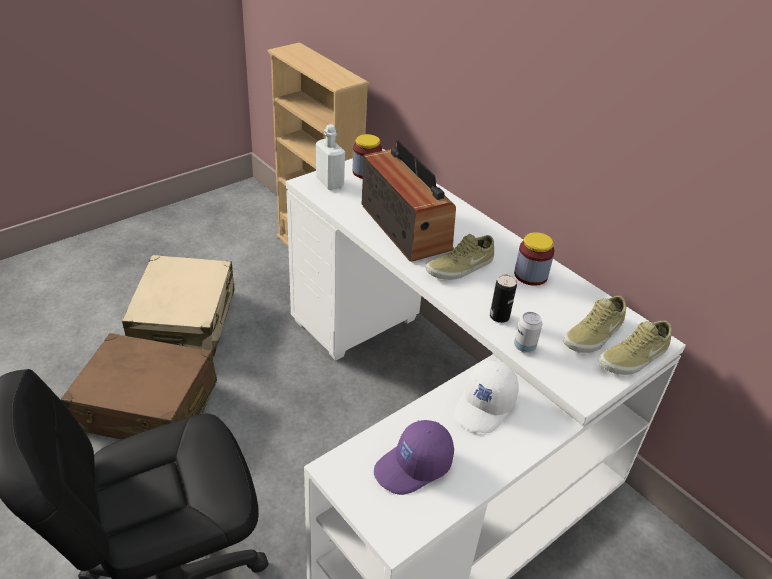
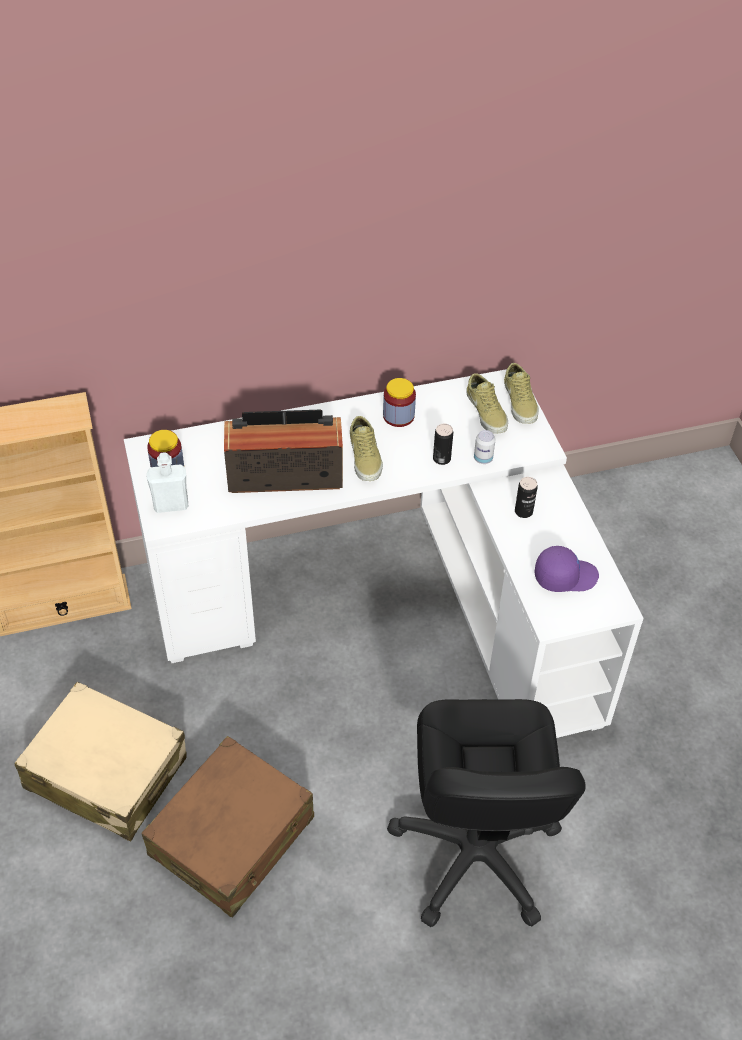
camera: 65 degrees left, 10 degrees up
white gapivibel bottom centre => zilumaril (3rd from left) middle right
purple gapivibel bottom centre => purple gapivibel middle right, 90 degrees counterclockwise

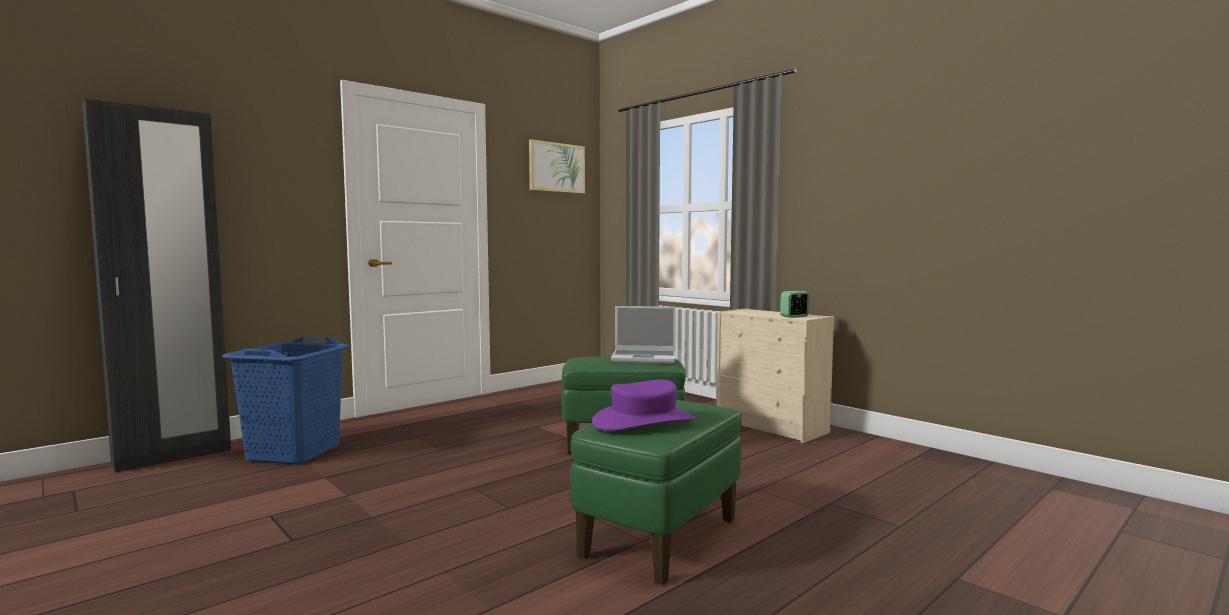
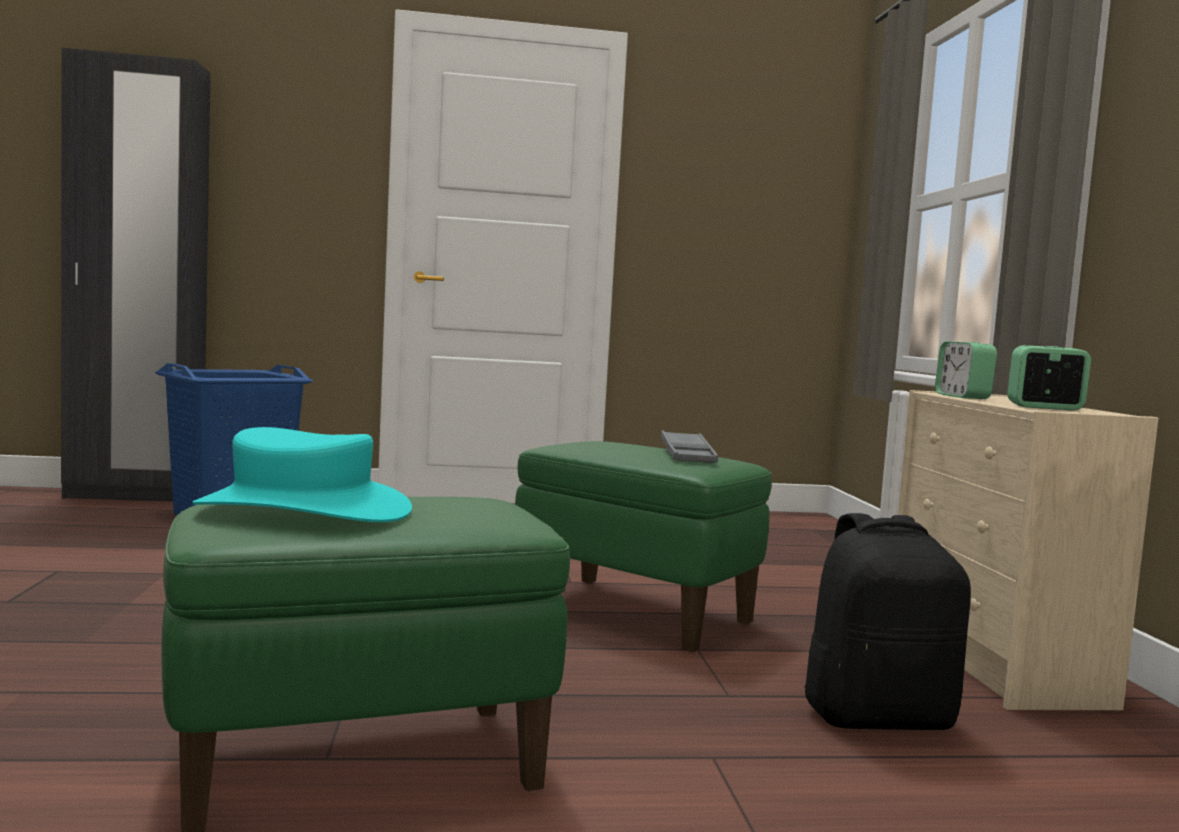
camera: 35 degrees right, 0 degrees up
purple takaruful centre => turquoise takaruful middle left
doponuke centre => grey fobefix centre
nothing => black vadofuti bottom right
nothing => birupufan (1st from left) middle right
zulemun top centre => nothing

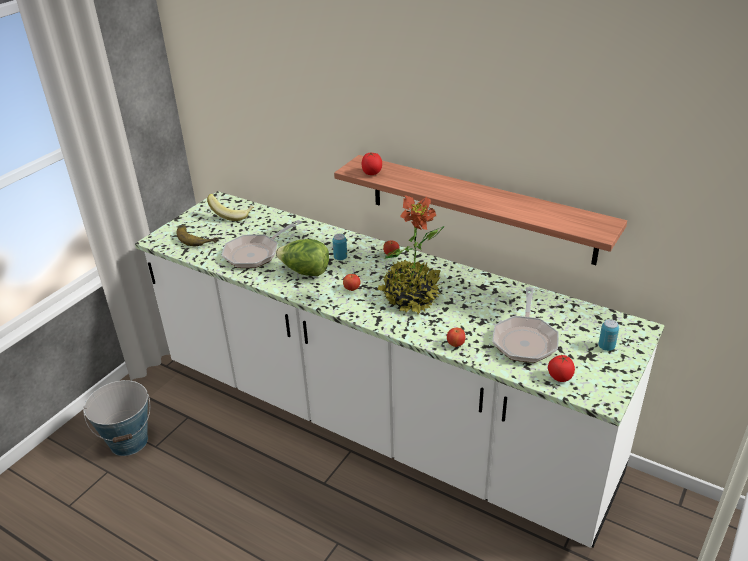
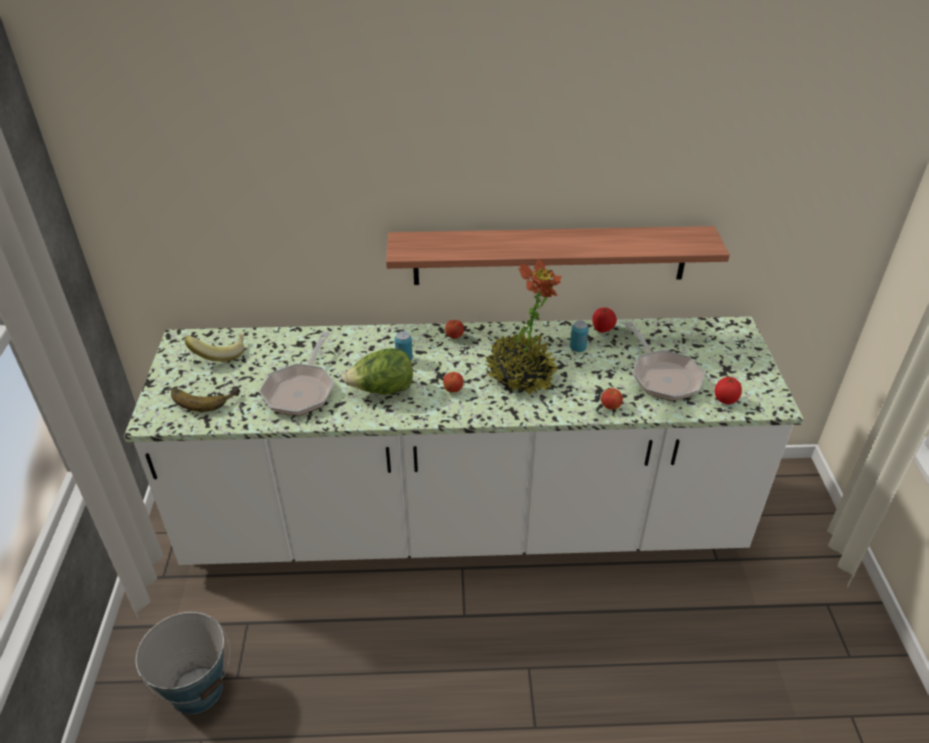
camera: 35 degrees left, 5 degrees up
zilumaril (2nd from left) middle right => zilumaril (2nd from left) centre, moved
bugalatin (1st from left) top centre => bugalatin (1st from left) centre, moved

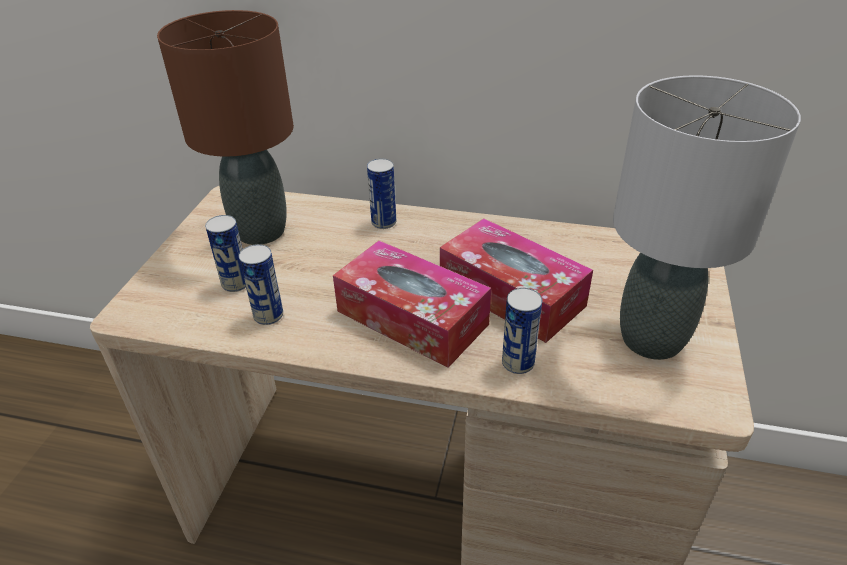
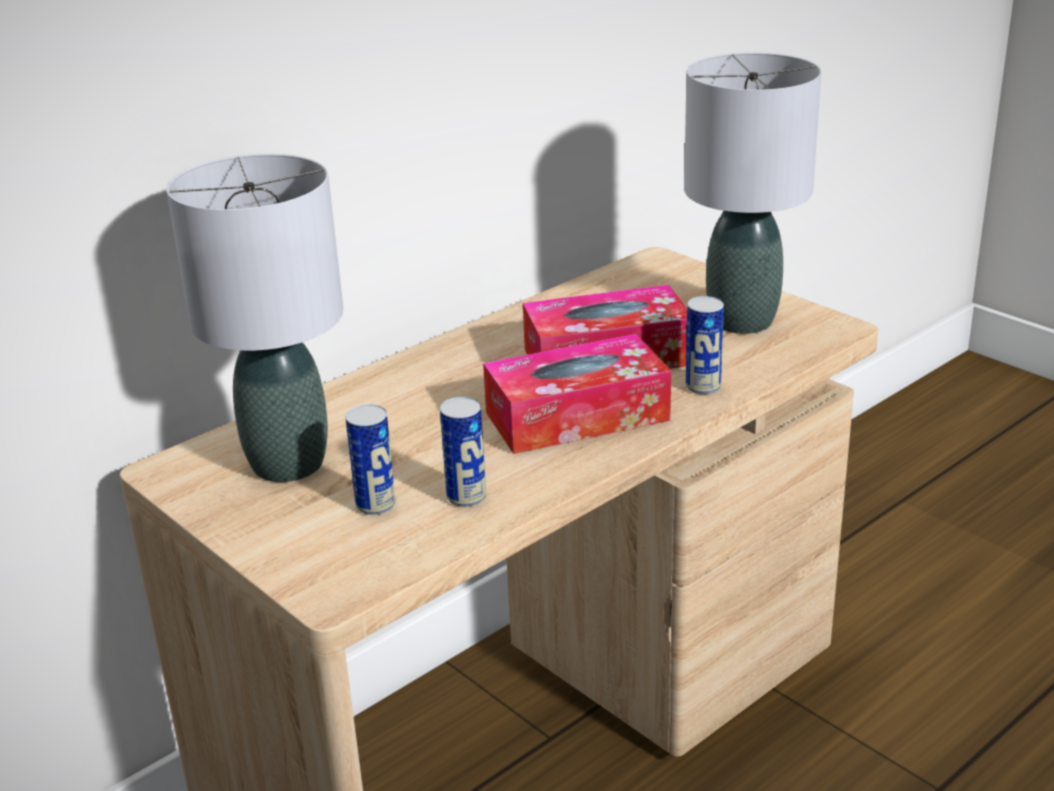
camera: 55 degrees left, 10 degrees down
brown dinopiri top left => grey dinopiri (1st from left) middle left
zilumaril (3rd from left) centre => nothing

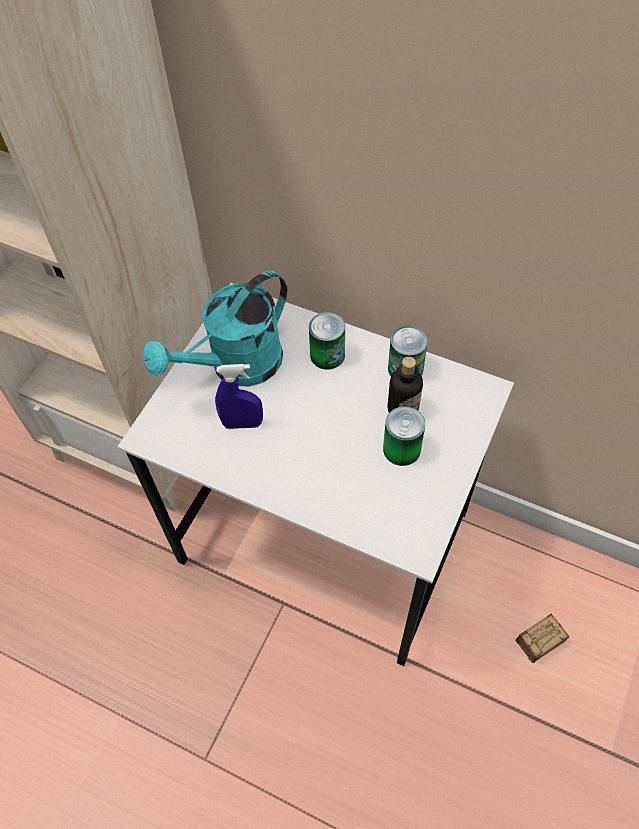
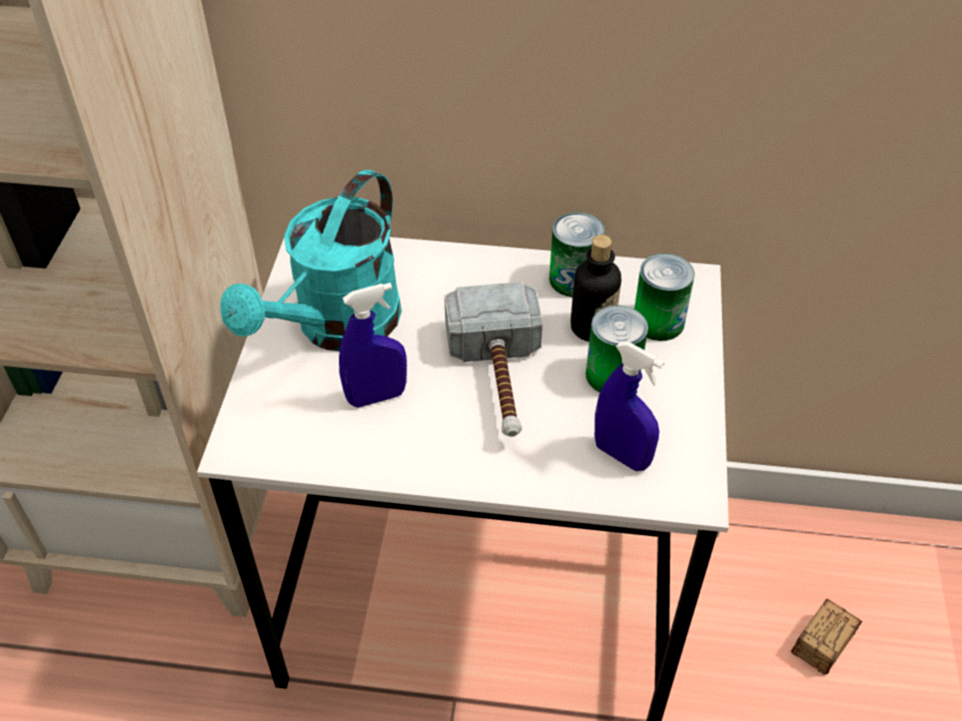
camera: 20 degrees left, 10 degrees down
nothing => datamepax centre
nothing => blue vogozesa (2nd from left) centre
zilumaril (1st from left in the first image) centre => zilumaril (3rd from left) middle right, moved

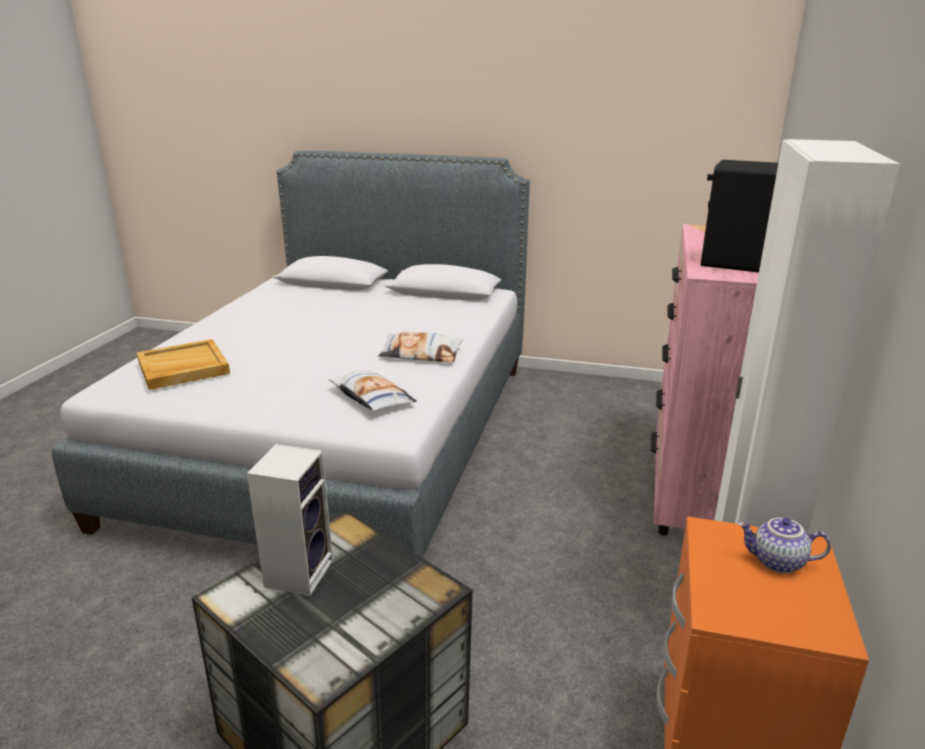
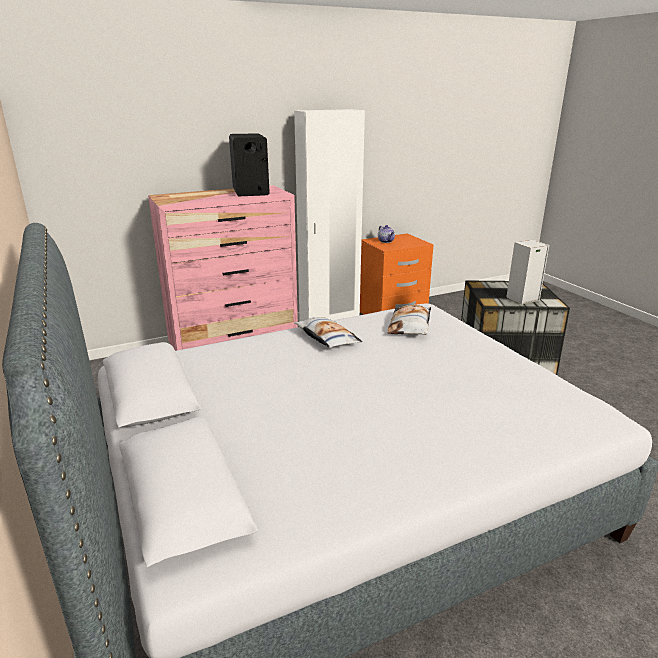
camera: 130 degrees left, 0 degrees up
beige fobefix middle left => nothing

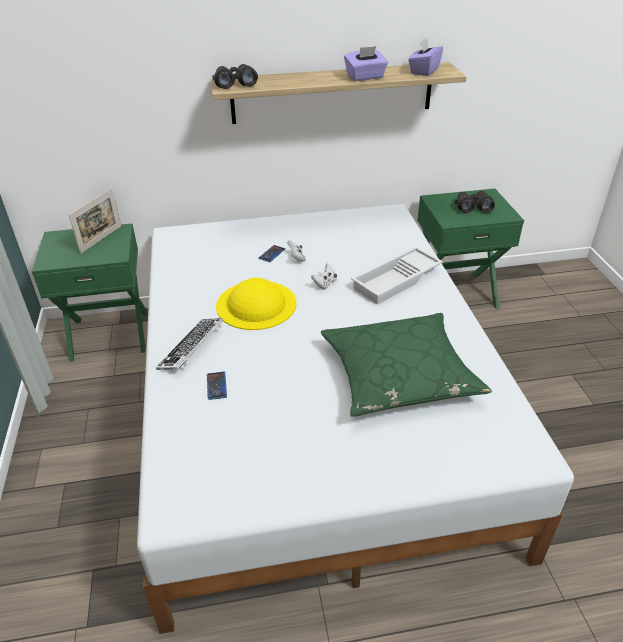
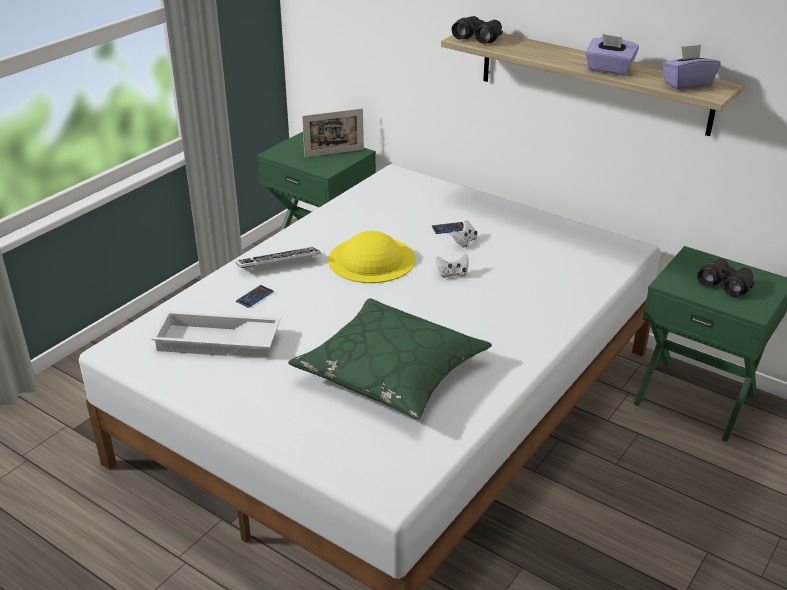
camera: 45 degrees right, 5 degrees down
white fobefix centre => white fobefix middle left, moved

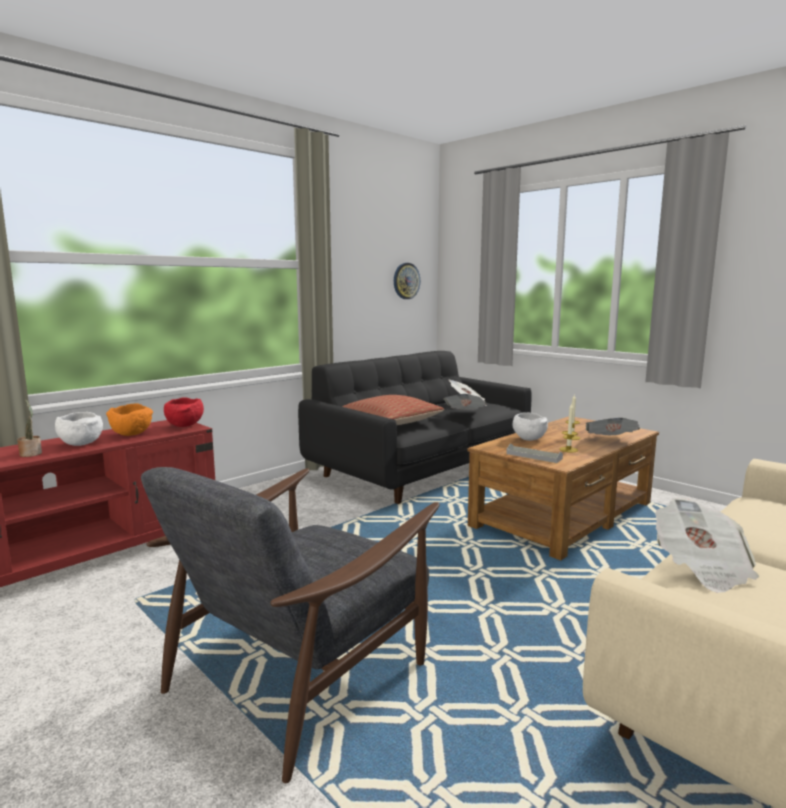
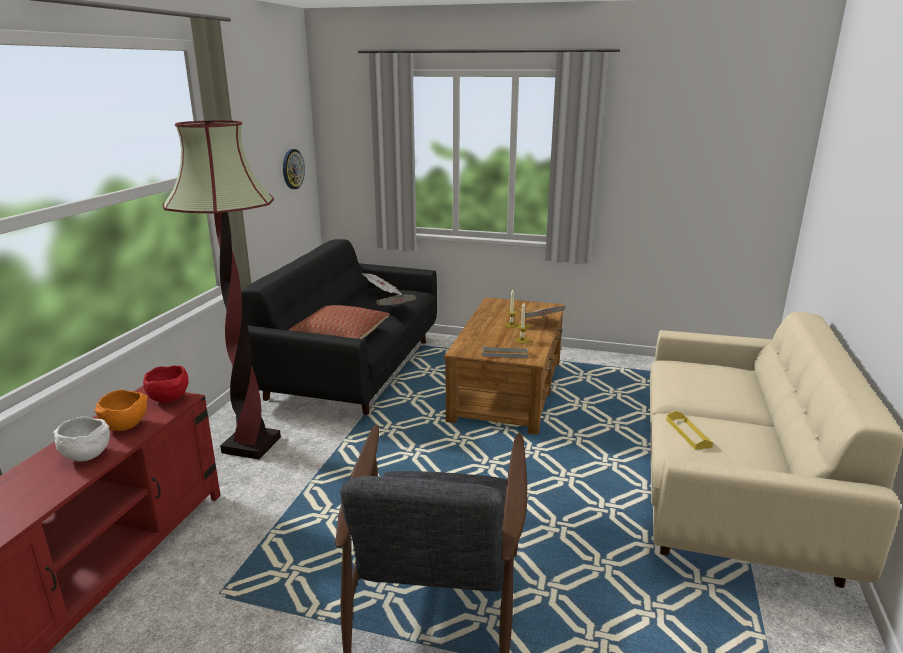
camera: 30 degrees left, 10 degrees up
nothing => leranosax middle left
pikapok (4th from left) bottom right => yellow fobefix middle right
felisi middle left => nothing
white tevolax (2nd from left) middle right => nothing

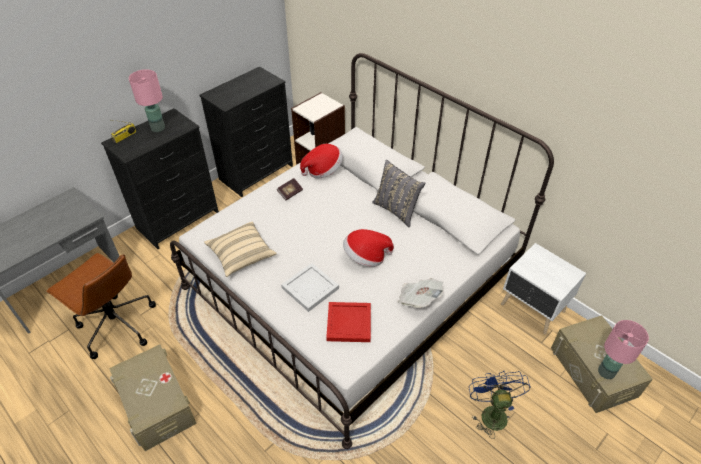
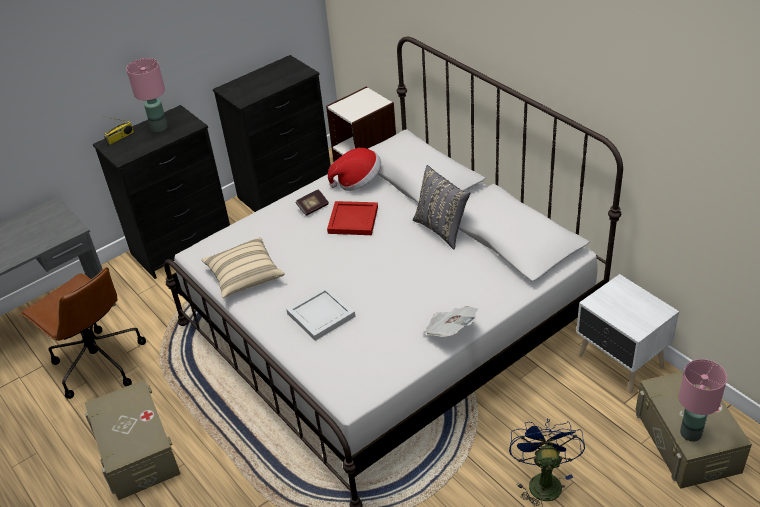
camera: 10 degrees right, 5 degrees down
red fobefix bottom centre => red fobefix centre, moved
takaruful (2nd from left) centre => nothing

